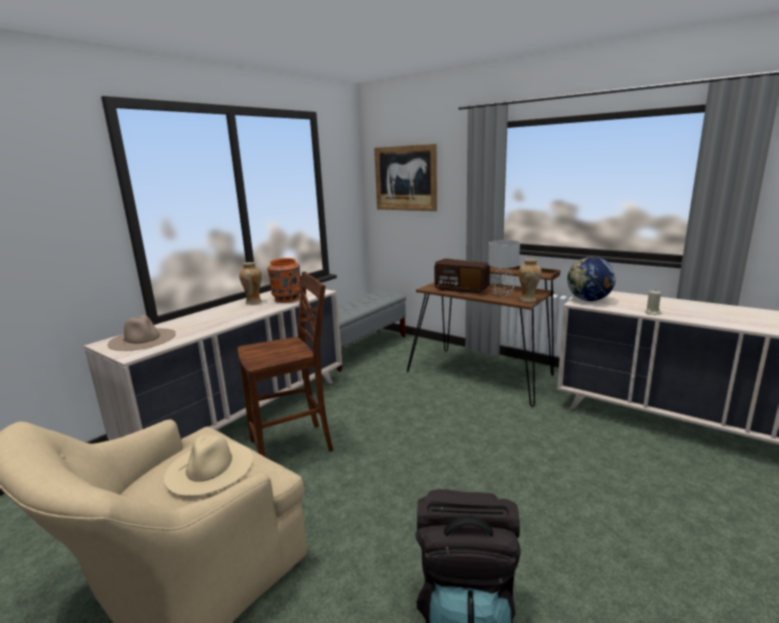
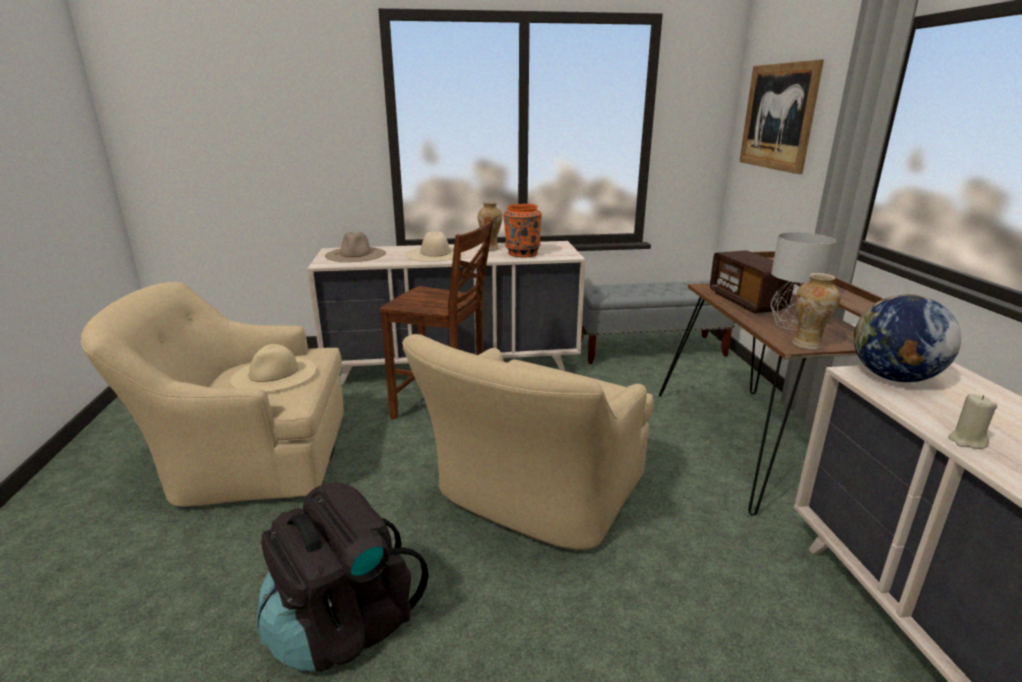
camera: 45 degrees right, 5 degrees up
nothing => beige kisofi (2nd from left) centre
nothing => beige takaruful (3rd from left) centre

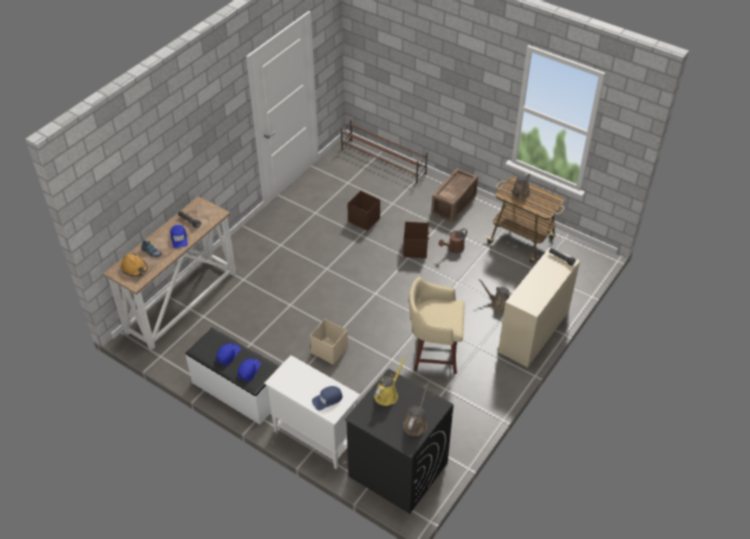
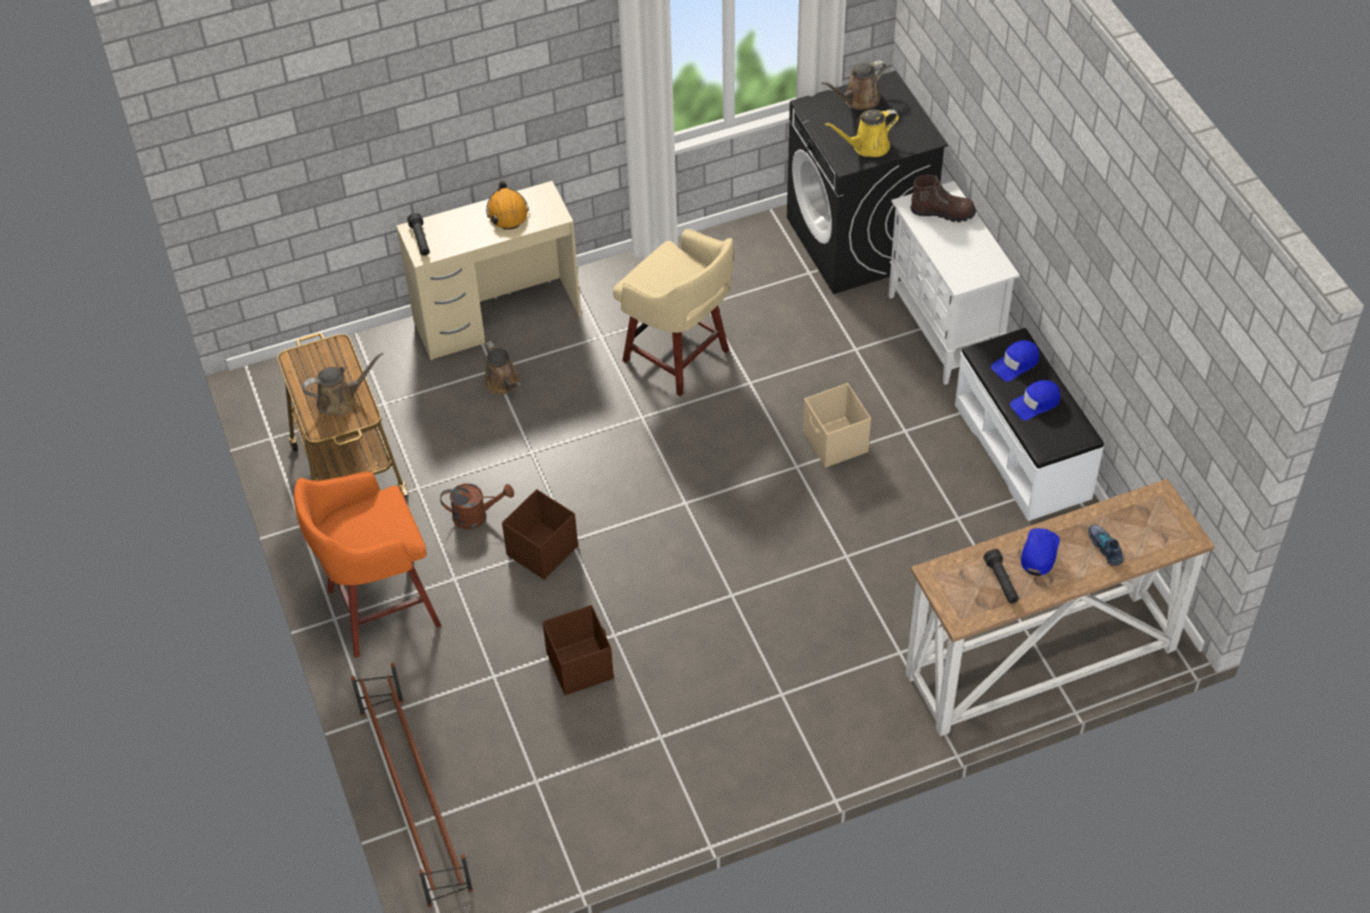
camera: 145 degrees left, 5 degrees up
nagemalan centre => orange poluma middle left
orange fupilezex middle left => orange fupilezex top centre, moved
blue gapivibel (4th from left) bottom centre => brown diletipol top right

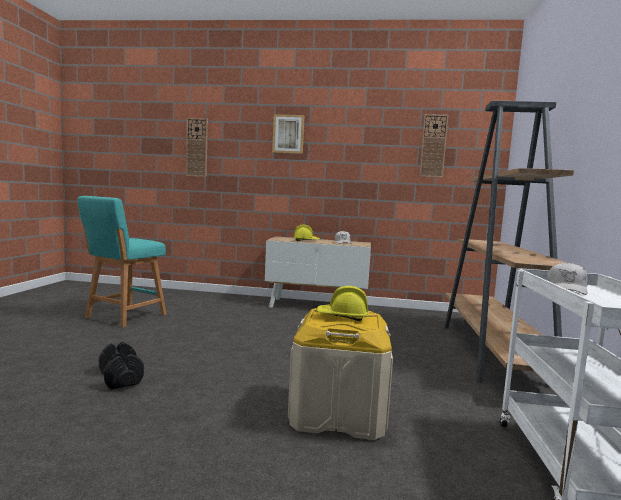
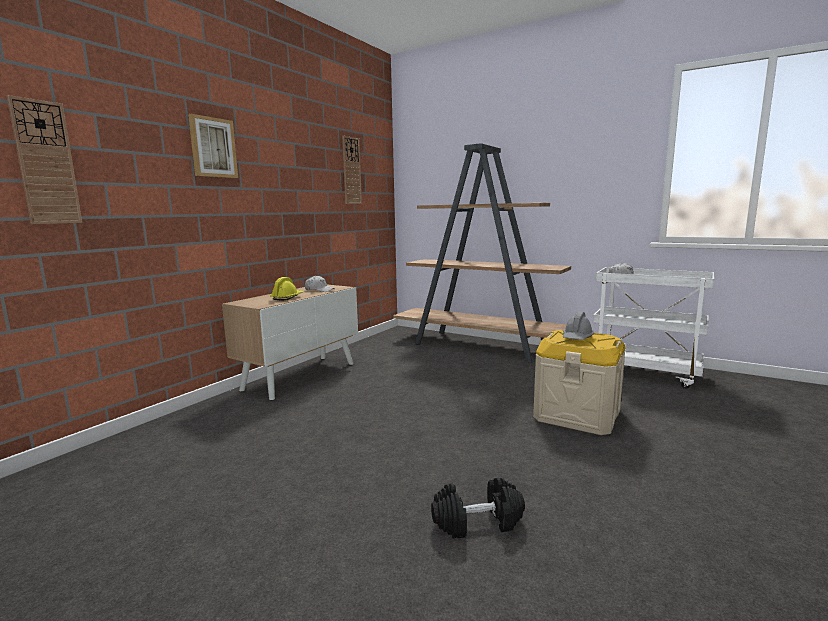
camera: 65 degrees left, 5 degrees up
yellow fupilezex (2nd from left) centre => grey fupilezex middle right
turquoise poluma middle left => nothing

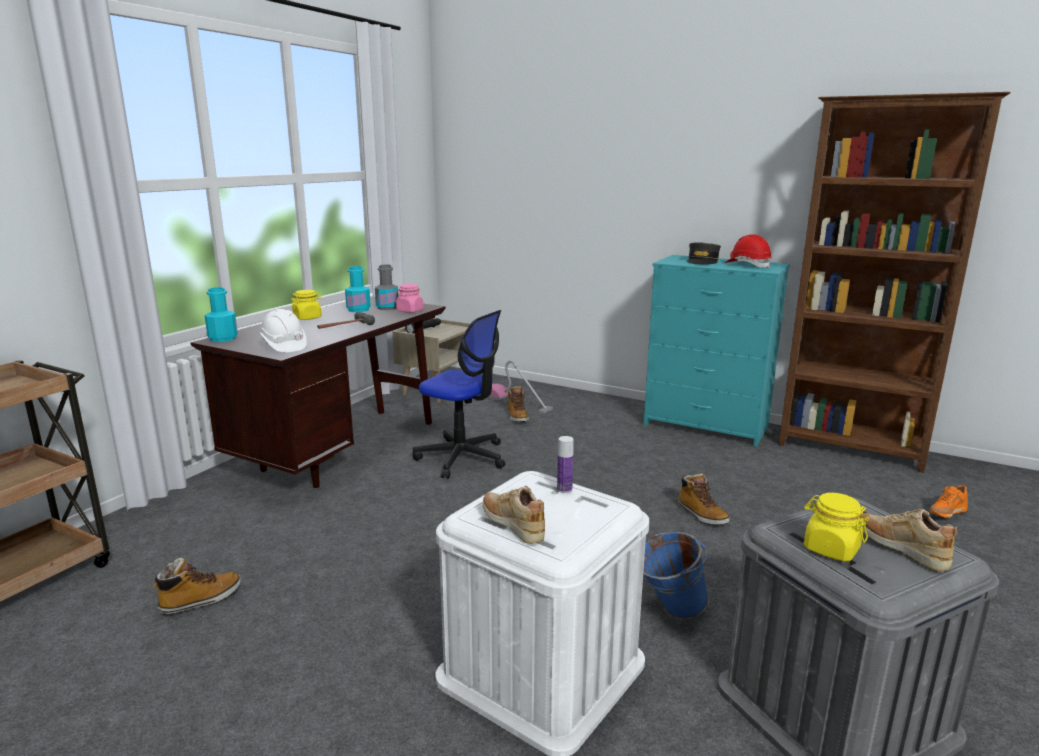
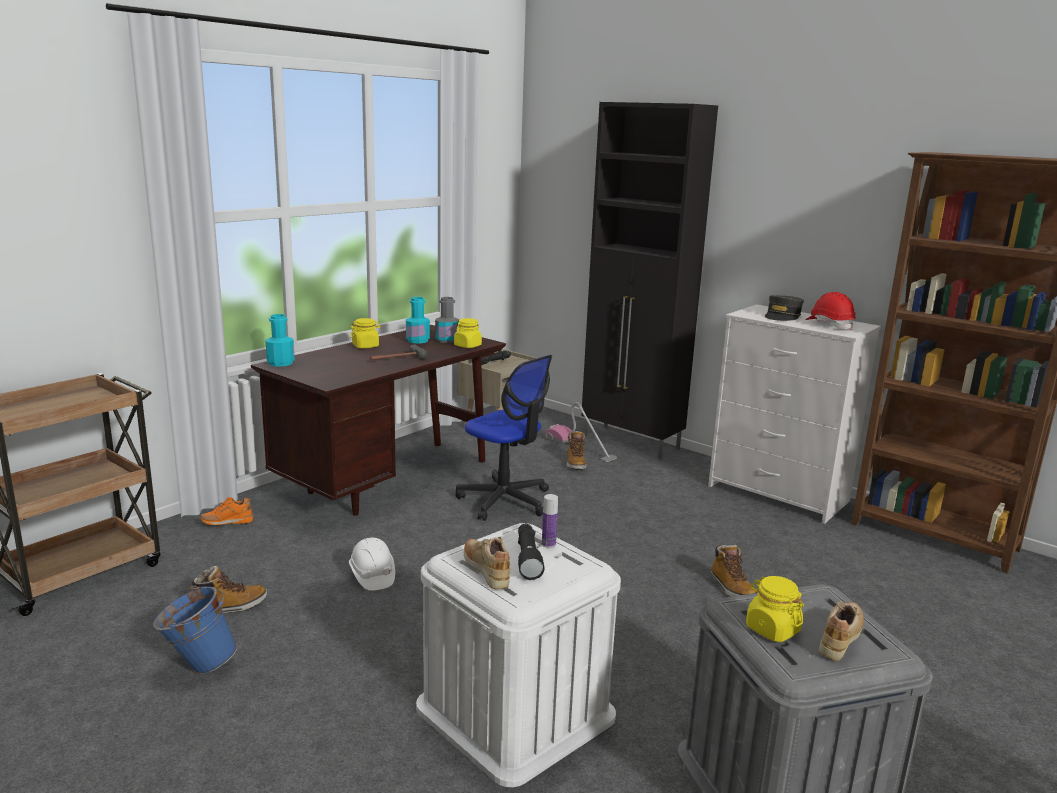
camera: 10 degrees right, 0 degrees up
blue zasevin bottom centre => blue zasevin bottom left, moved
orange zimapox middle right => orange zimapox middle left, moved
white fupilezex middle left => white fupilezex bottom centre, moved
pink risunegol centre => yellow risunegol (2nd from left) centre
nothing => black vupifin (2nd from left) bottom centre
nothing => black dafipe centre
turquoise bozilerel middle right => white bozilerel middle right
beige zimapox (2nd from left) bottom right, 60 degrees clockwise

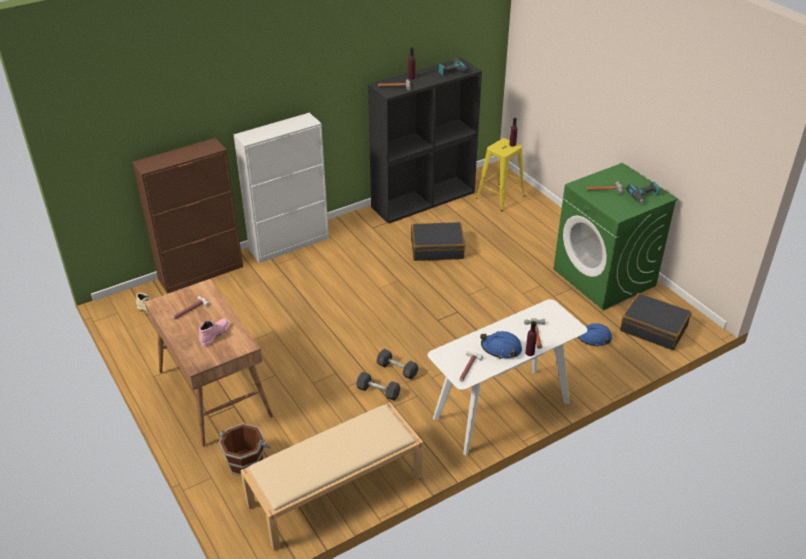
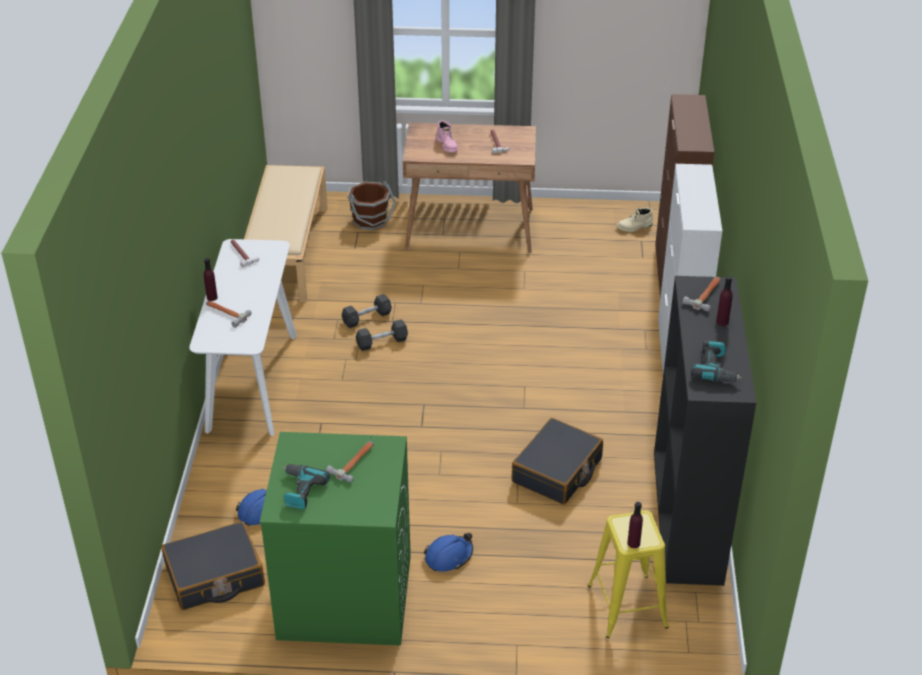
camera: 125 degrees right, 0 degrees up
blue fupilezex (1st from left in the first image) centre => blue fupilezex (2nd from left) bottom centre, moved

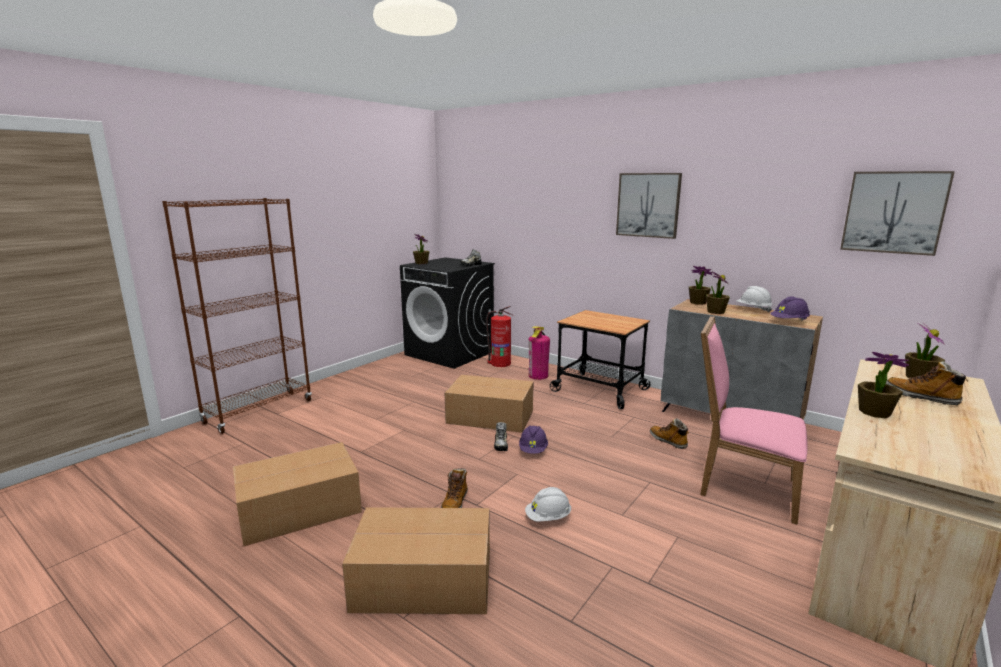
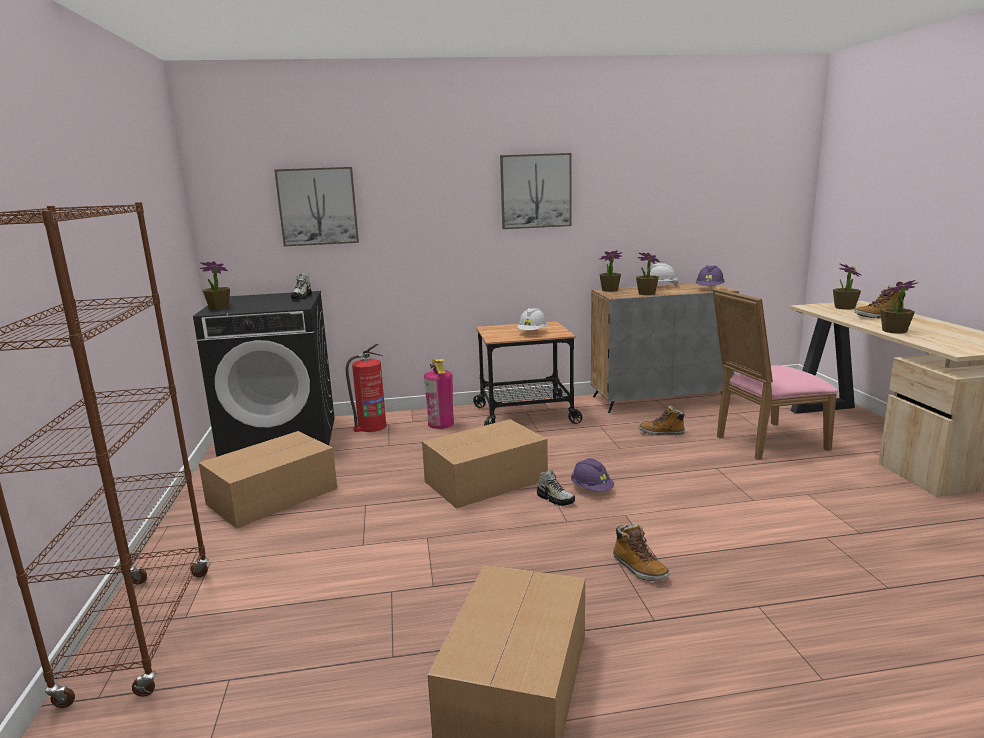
camera: 45 degrees left, 0 degrees up
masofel (2nd from left in the first image) bottom centre => masofel (1st from left) middle left, moved
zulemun (2nd from left in the first image) top right => zulemun (1st from left) top left, moved
white fupilezex (1st from left) bottom centre => white fupilezex (1st from left) centre, moved

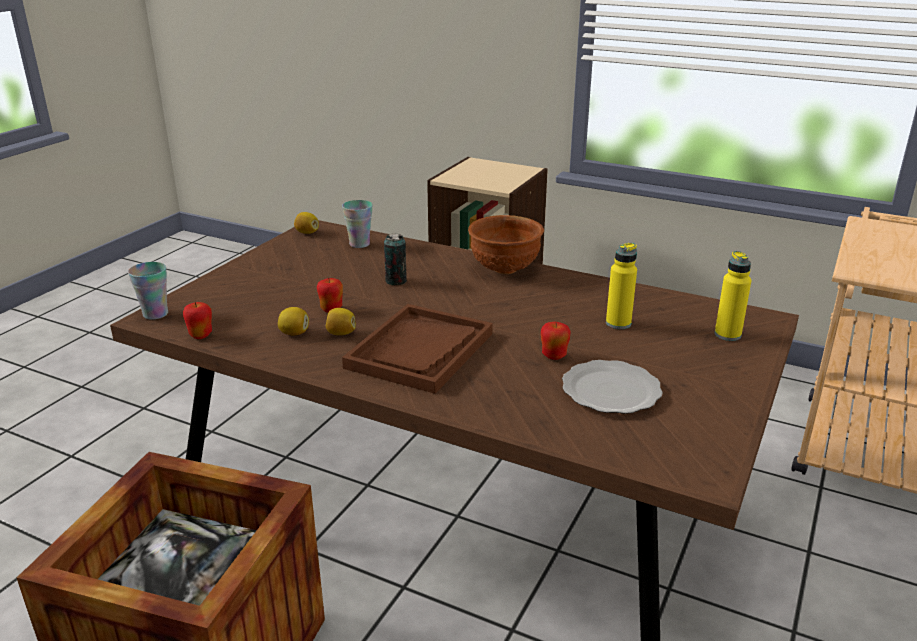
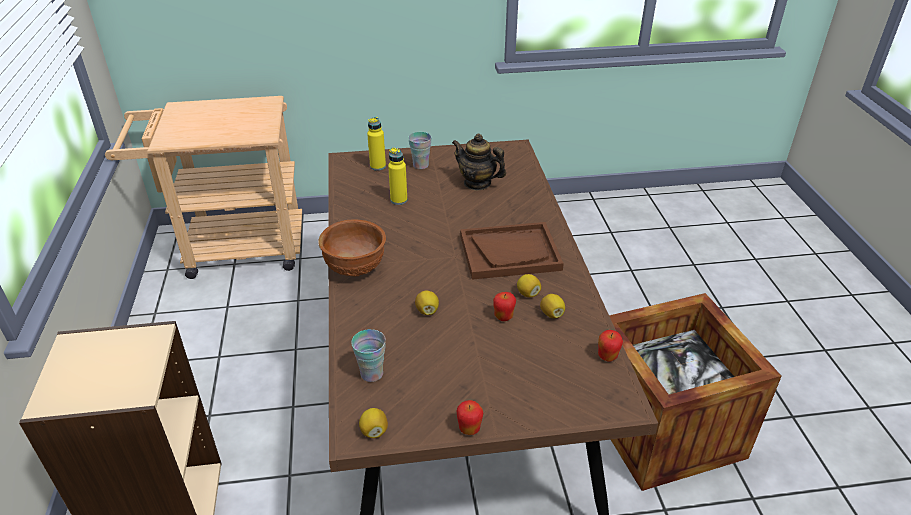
camera: 125 degrees left, 10 degrees up
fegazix (1st from left in the first image) middle left => fegazix (2nd from left) top centre, moved
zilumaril centre => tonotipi (2nd from left) centre
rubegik middle right => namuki top centre
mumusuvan (3rd from left in the first image) centre => mumusuvan (1st from left) bottom centre, moved

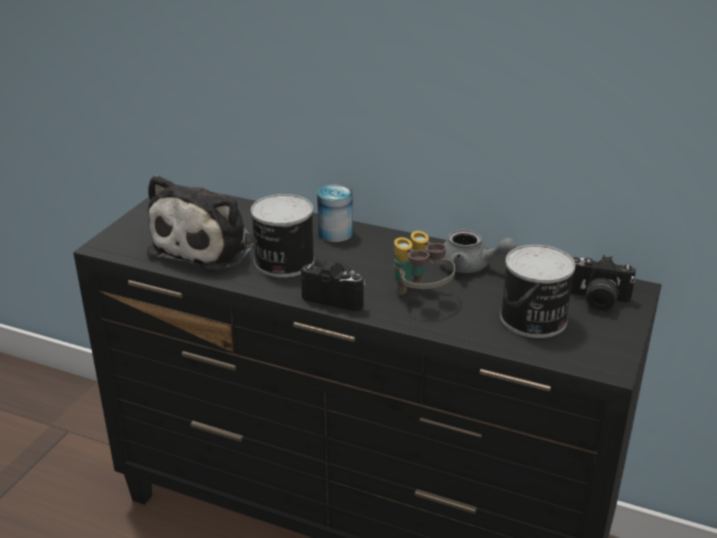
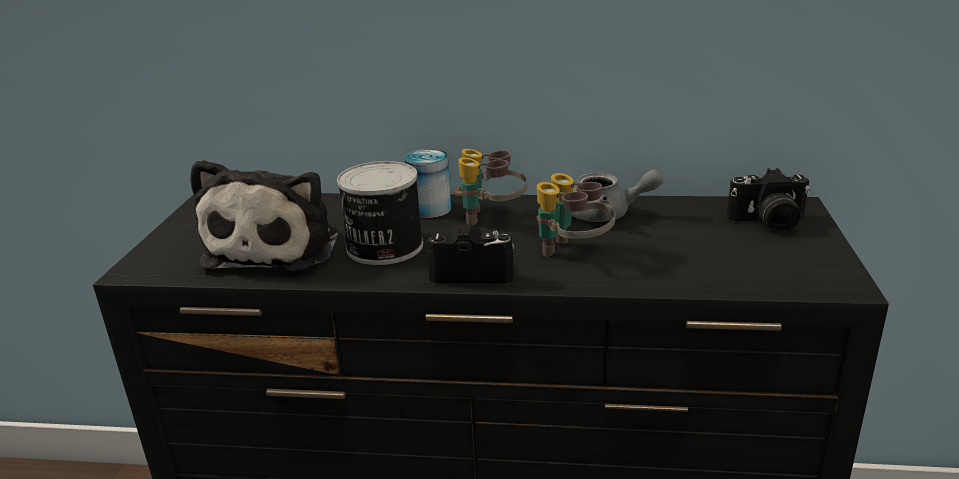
camera: 15 degrees left, 5 degrees down
nothing => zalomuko (1st from left) centre
zilumaril (3rd from left) middle right => nothing

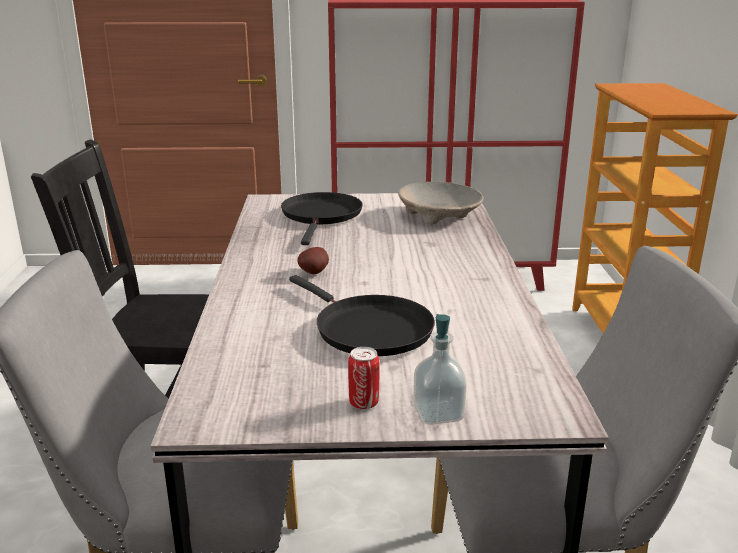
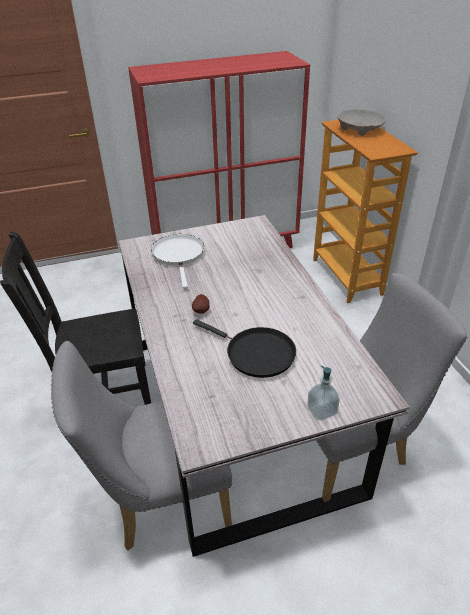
camera: 15 degrees left, 15 degrees up
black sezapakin (1st from left) centre => white sezapakin centre
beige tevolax centre => beige tevolax top right, moved
zilumaril bottom centre => nothing

